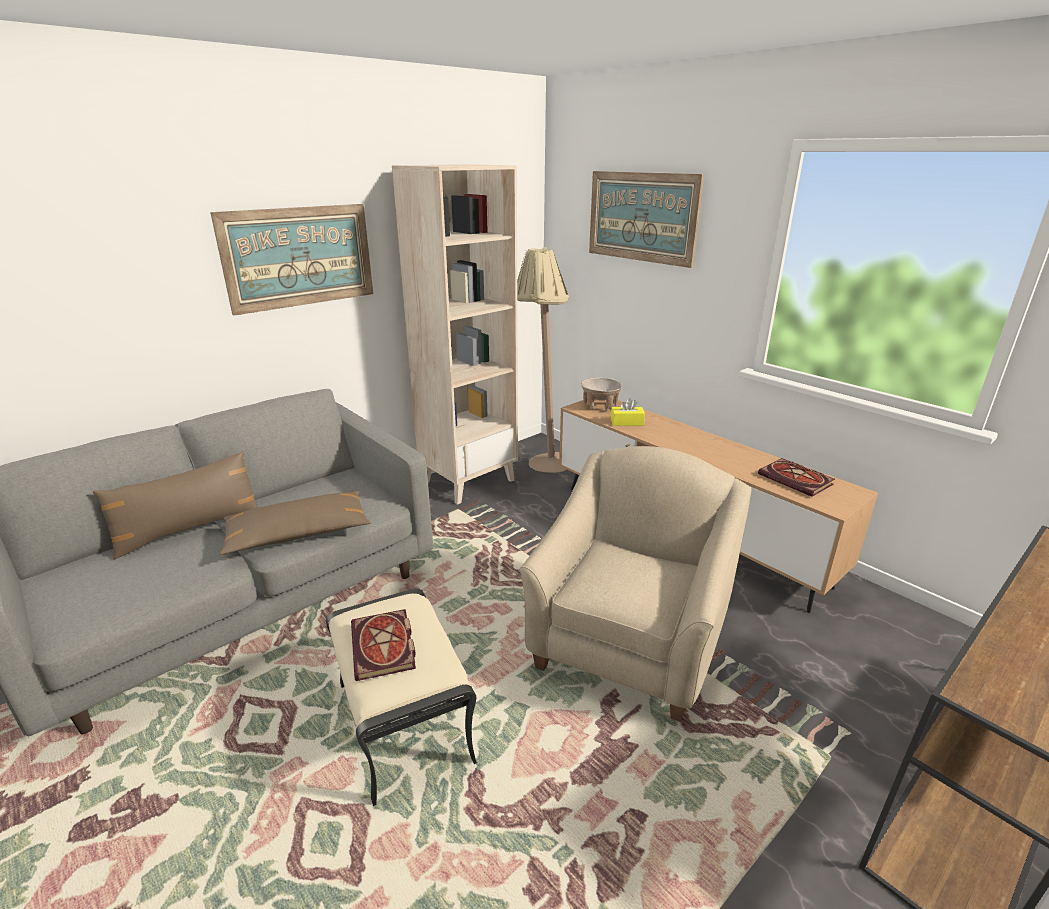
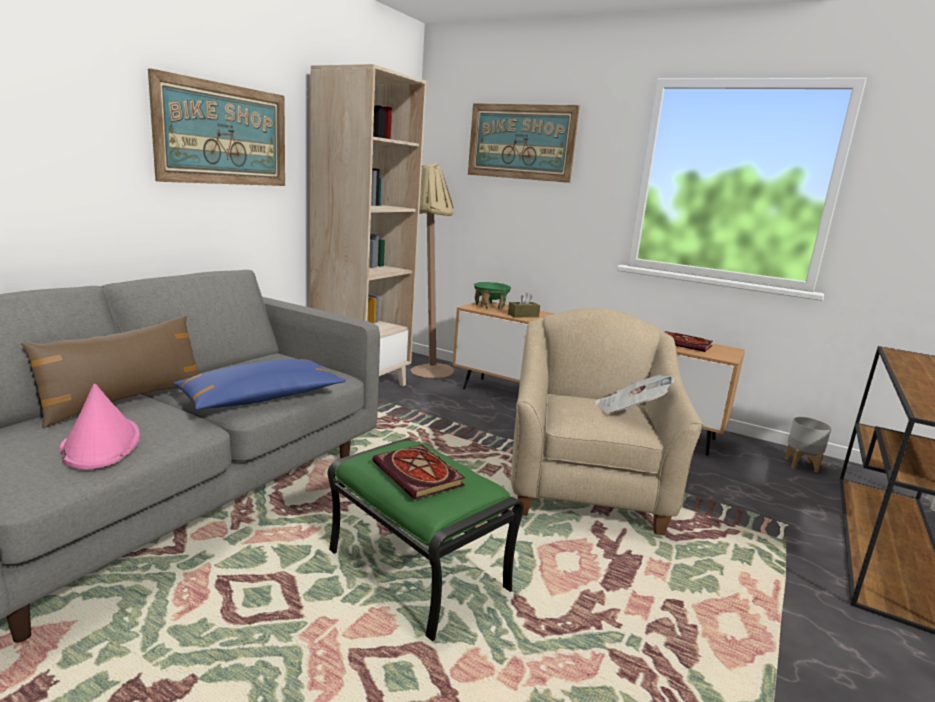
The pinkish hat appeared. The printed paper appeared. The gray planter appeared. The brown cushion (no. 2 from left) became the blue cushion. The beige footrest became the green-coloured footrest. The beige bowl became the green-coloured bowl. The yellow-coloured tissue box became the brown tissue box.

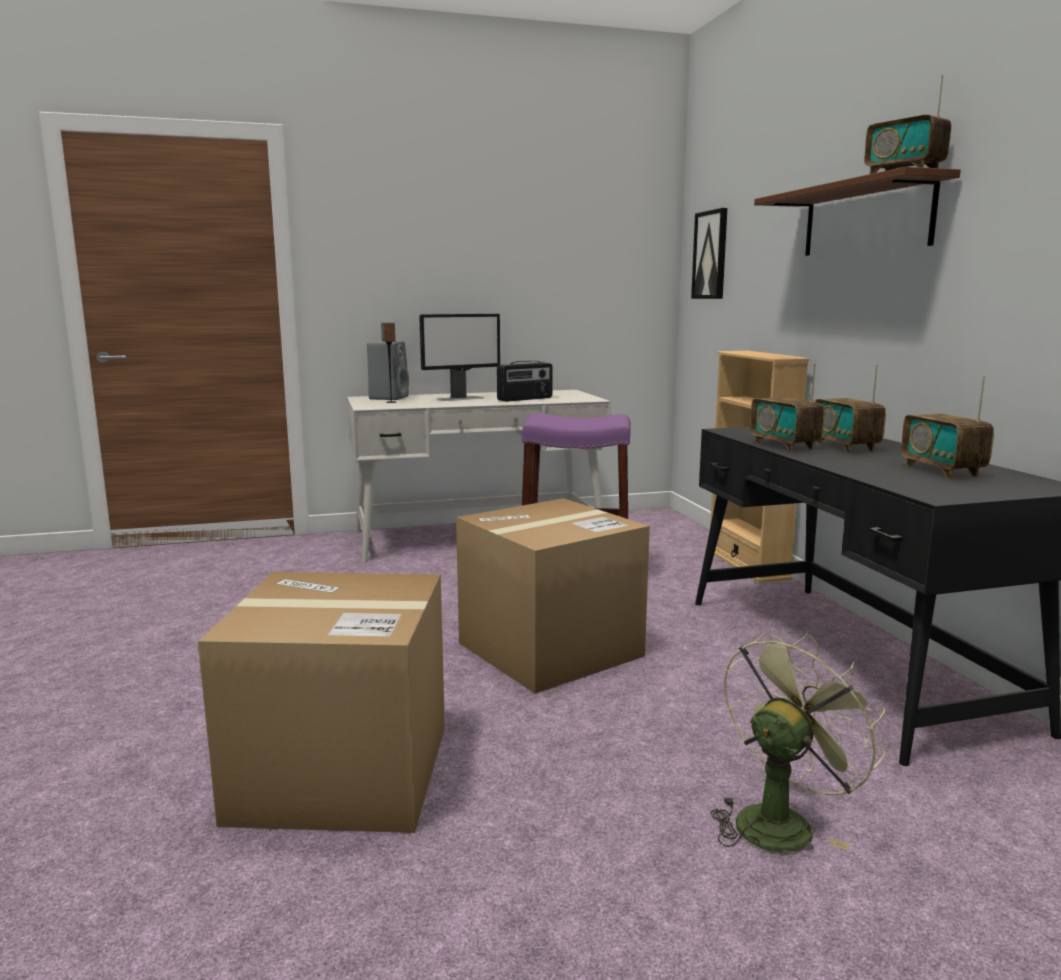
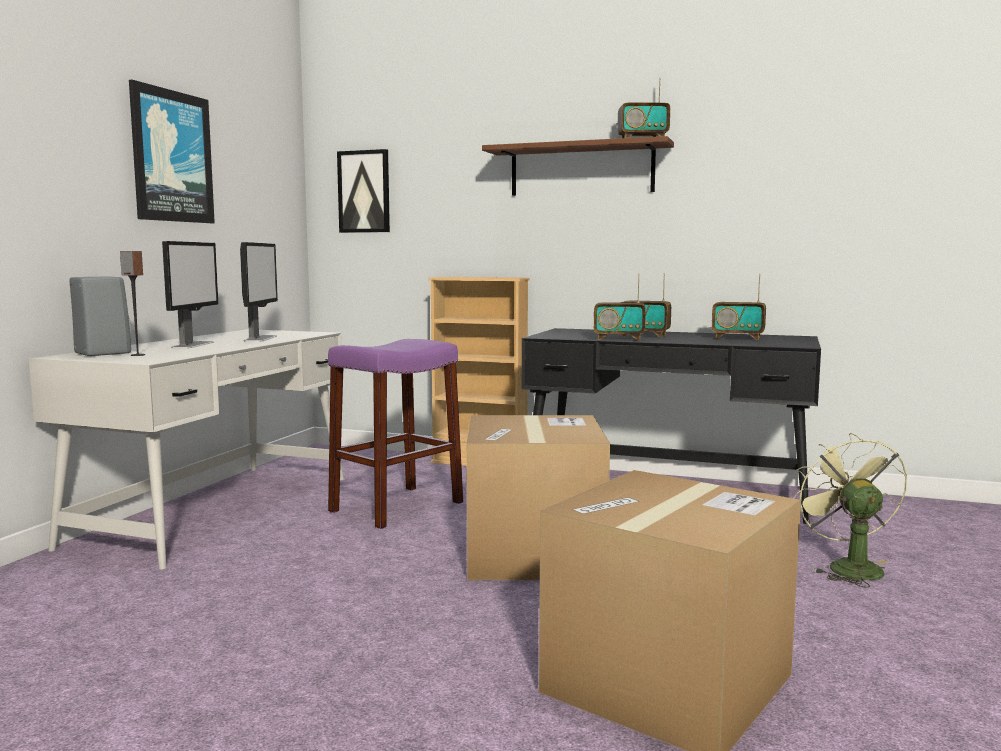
The picture (no. 1 from left) appeared. The radio receiver (no. 1 from left) was replaced by the computer screen (no. 2 from left).

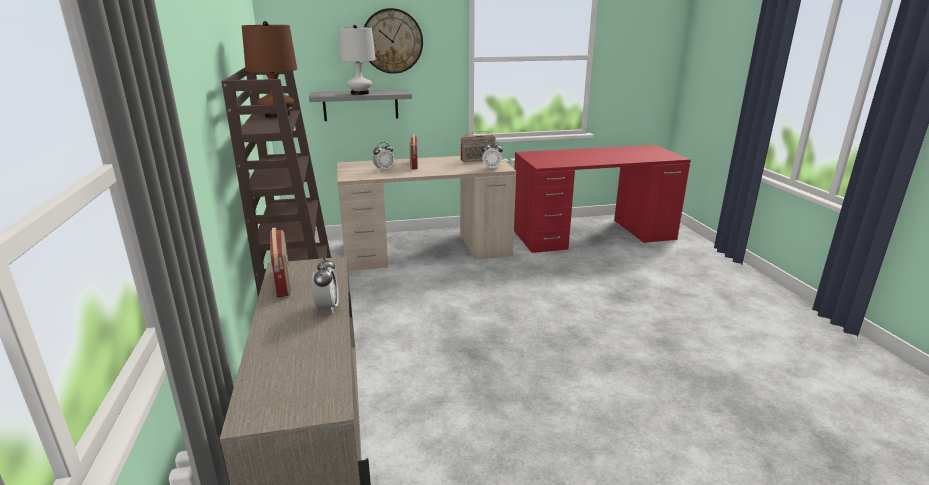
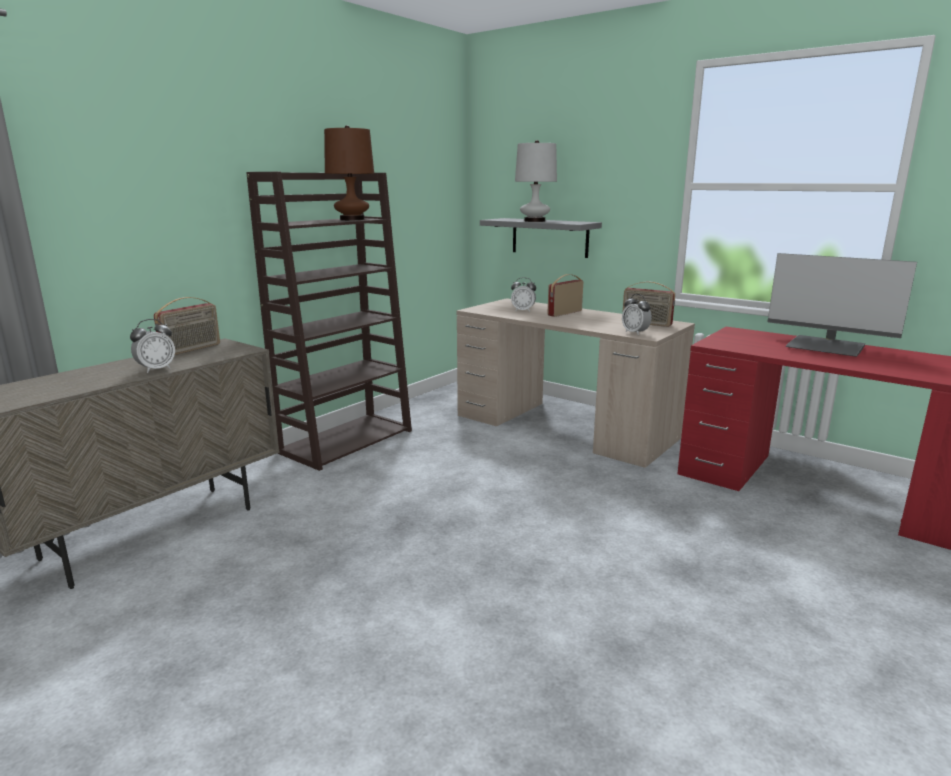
The clock on the wall disappeared. The computer screen appeared.

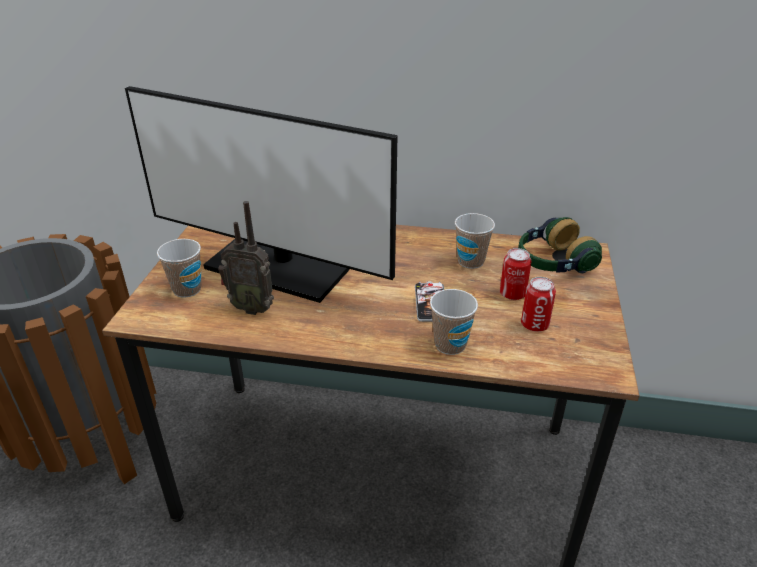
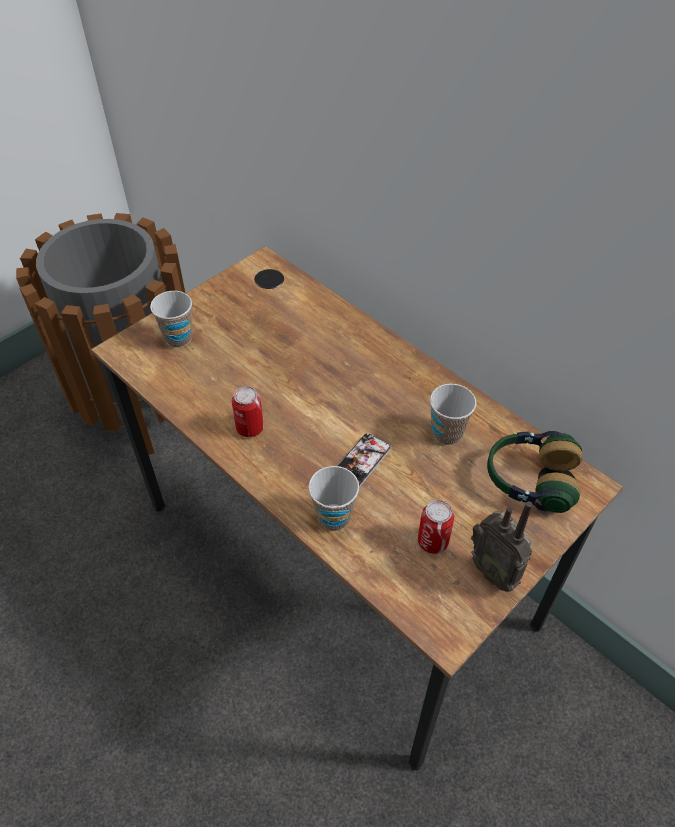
The computer screen disappeared. The radio receiver moved. The can (no. 1 from left) moved.

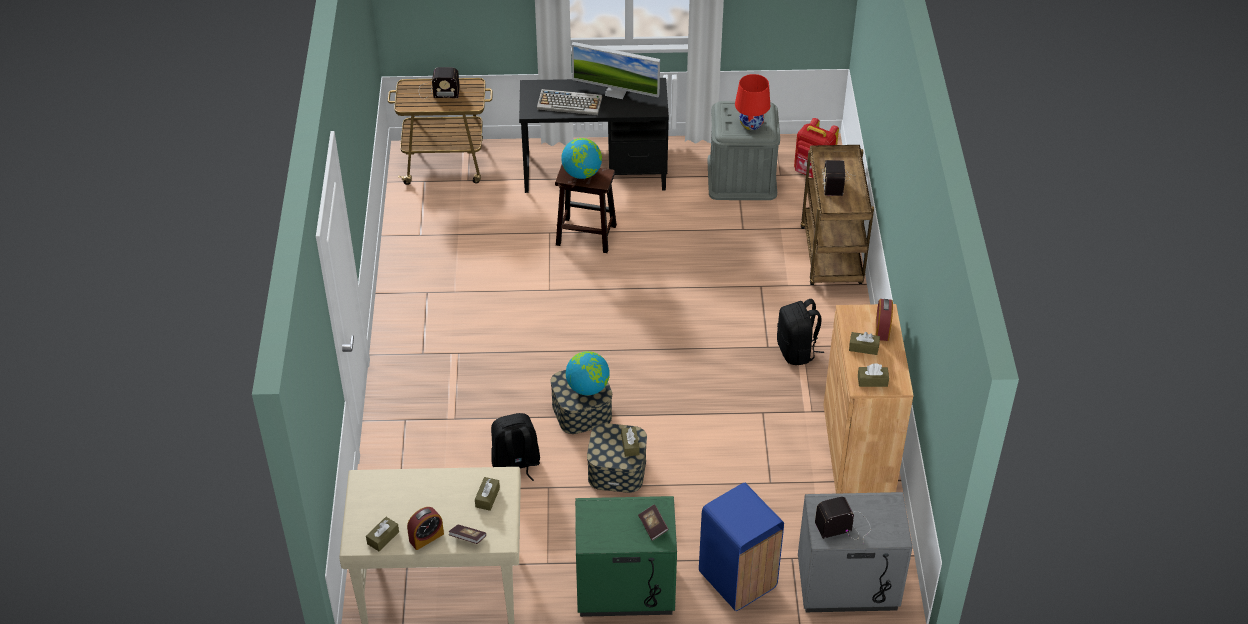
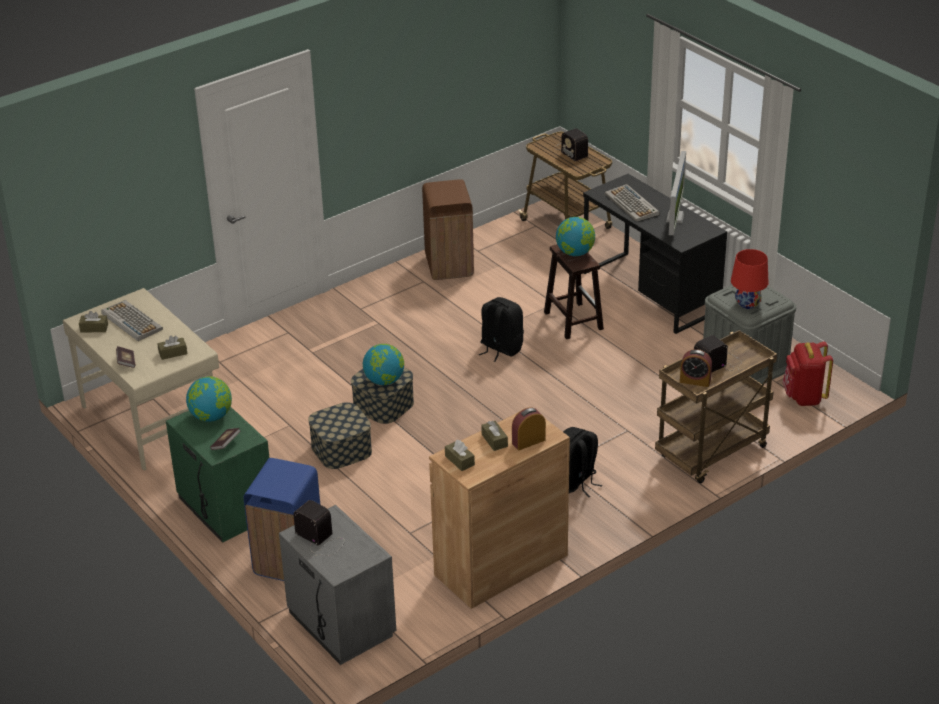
The brown tissue box (no. 3 from left) disappeared. The PC keyboard (no. 1 from left) appeared. The desk globe (no. 1 from left) appeared. The brown waste bin appeared. The alarm clock (no. 1 from left in the first image) moved. The black-coloured rucksack (no. 1 from left) moved. The computer screen turned 150 degrees counterclockwise.

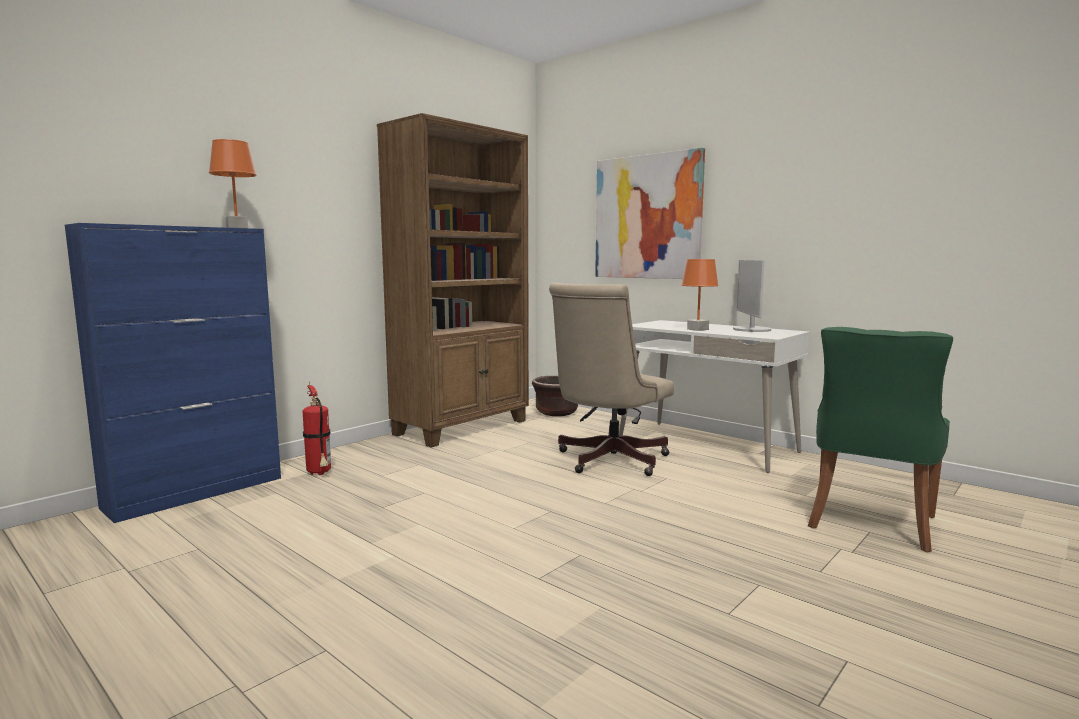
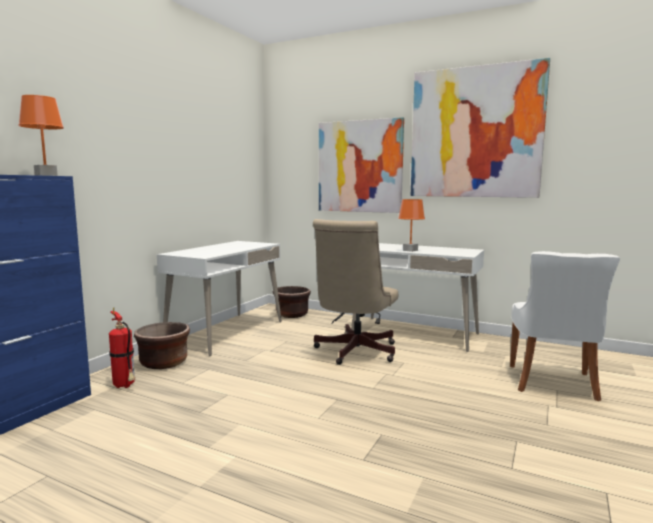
The computer screen disappeared. The brown planter (no. 1 from left) appeared. The picture (no. 2 from left) appeared. The brown bookcase was replaced by the whitish desk unit (no. 1 from left). The green-coloured plain chair became the whitish plain chair.

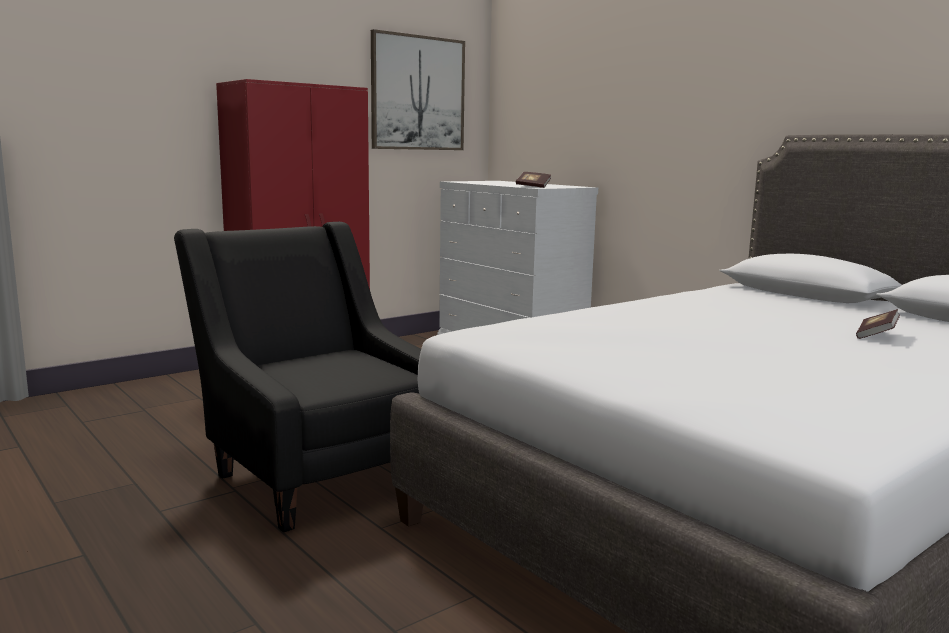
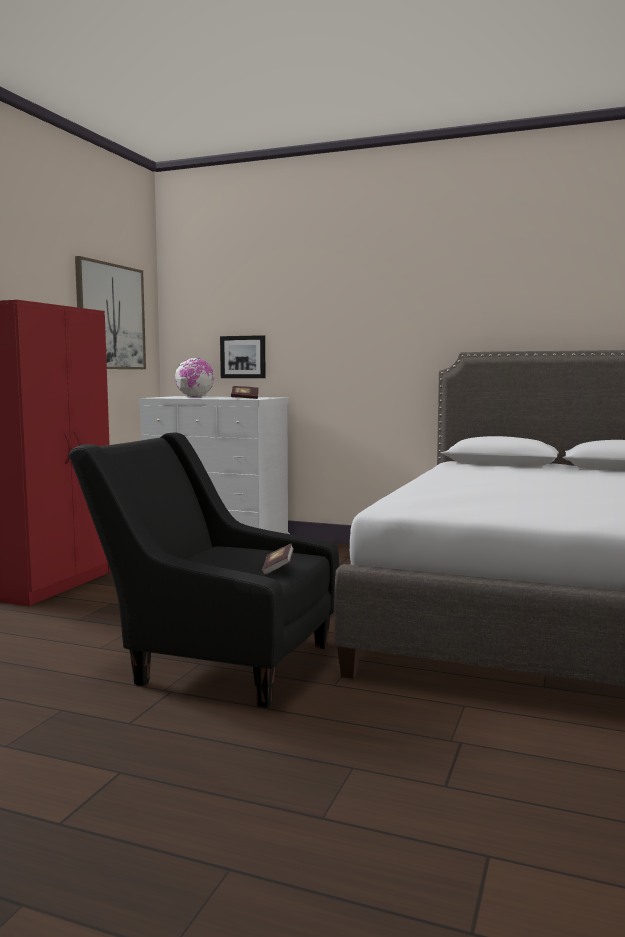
The desk globe appeared. The picture (no. 2 from left) appeared. The book (no. 2 from left) moved.

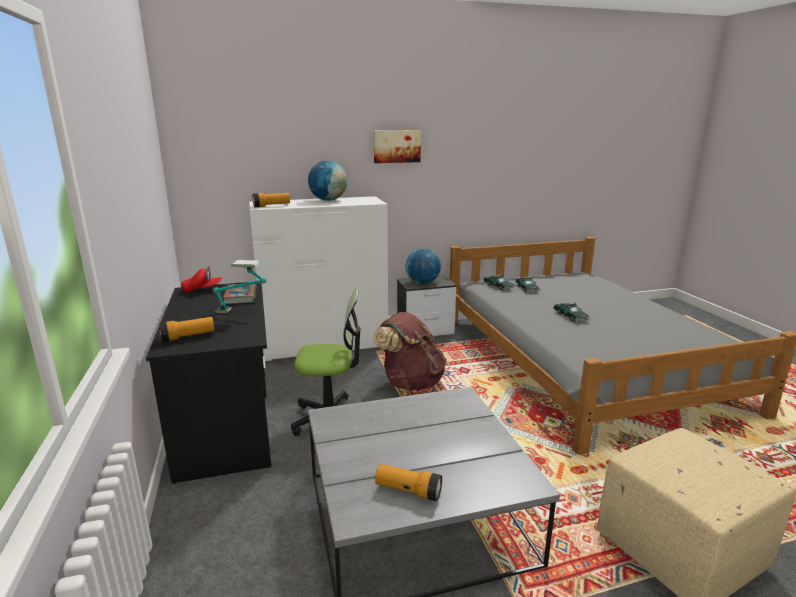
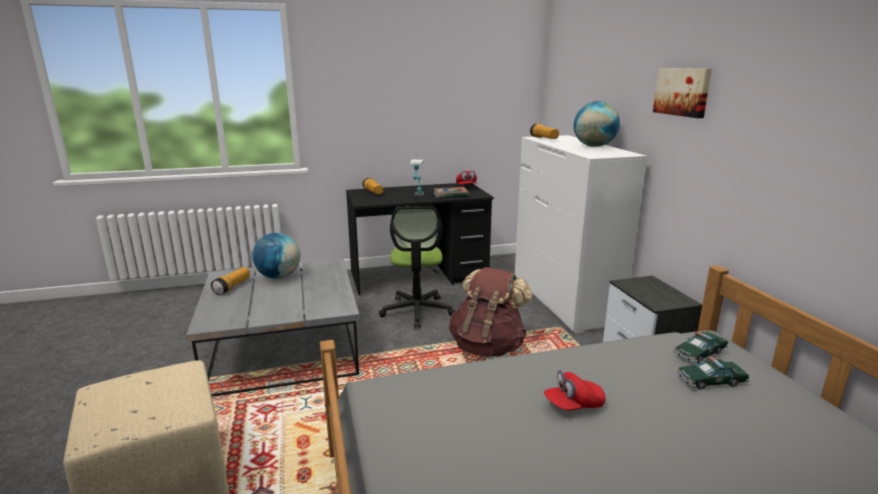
The desk globe (no. 2 from left in the first image) moved. The miniature car (no. 3 from left) was replaced by the red-coloured cap (no. 2 from left).

